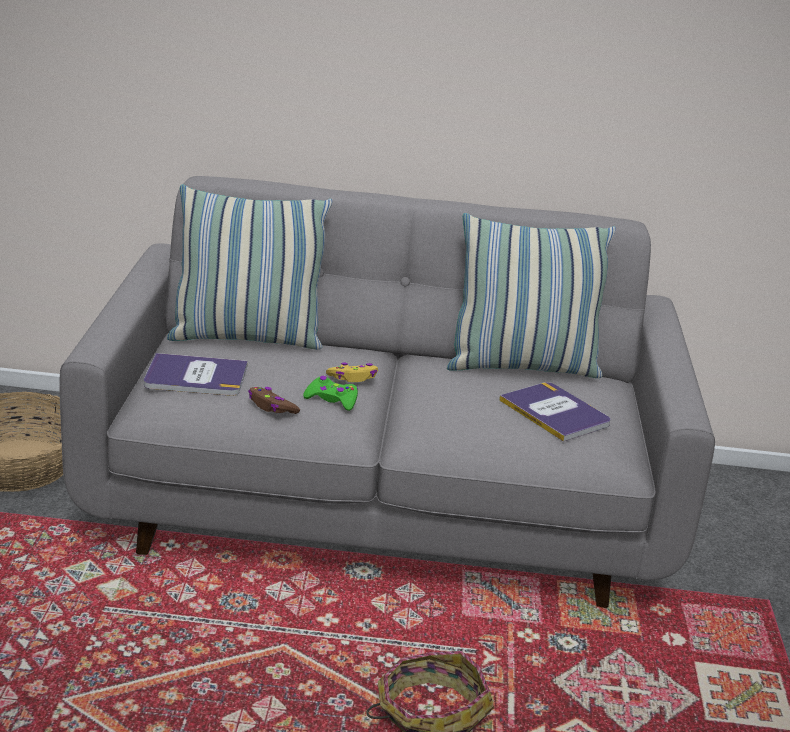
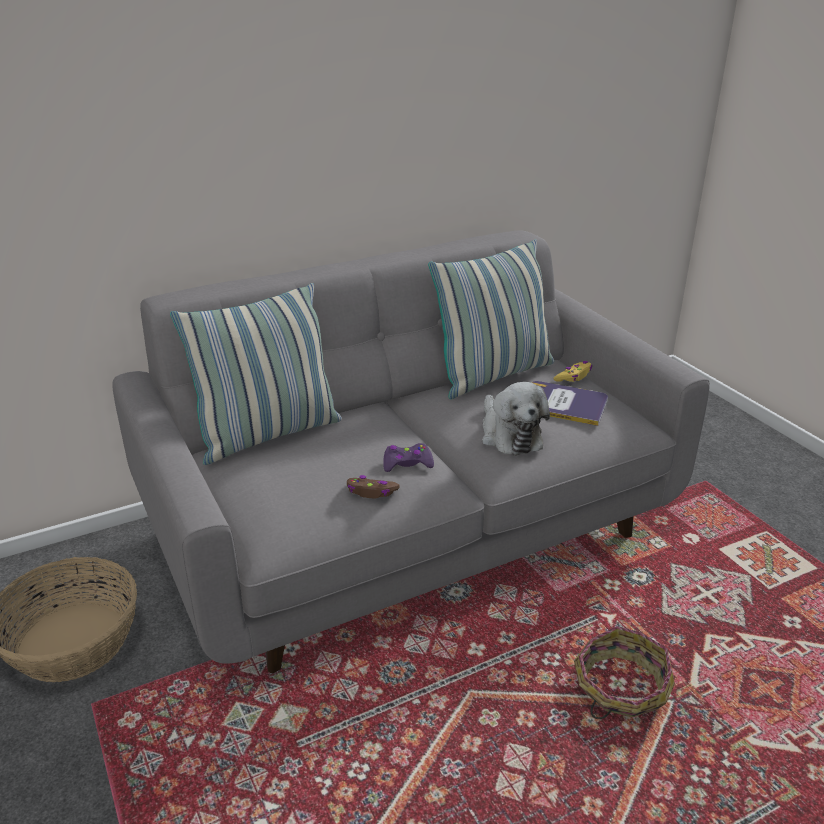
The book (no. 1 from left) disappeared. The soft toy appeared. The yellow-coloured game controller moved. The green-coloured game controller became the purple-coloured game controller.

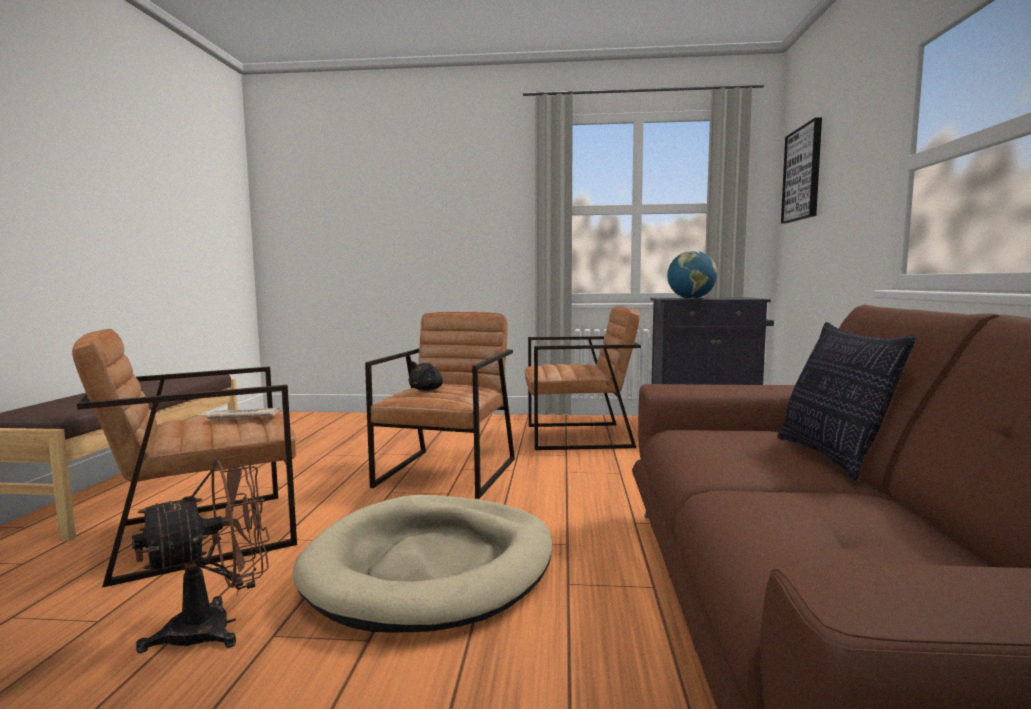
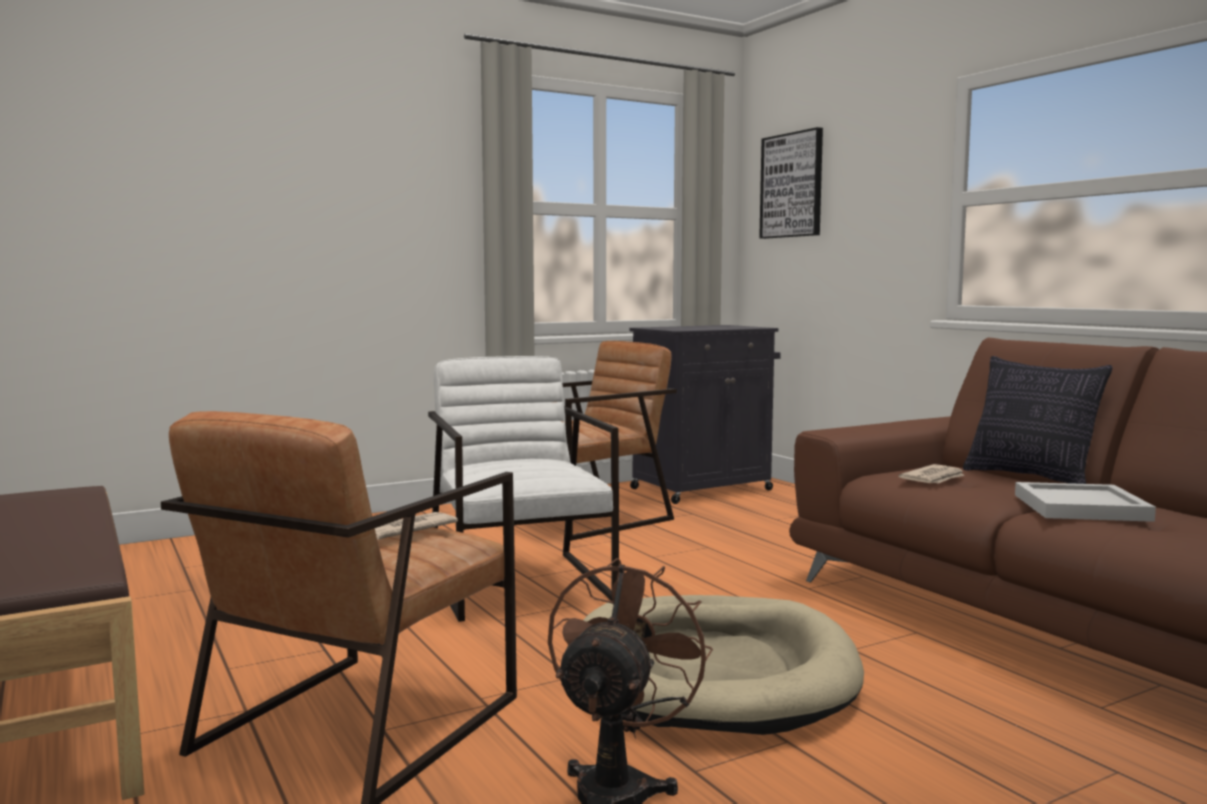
The black-coloured soft toy disappeared. The desk globe disappeared. The printed paper (no. 2 from left) appeared. The whitish tray appeared. The brown armchair (no. 2 from left) became the whitish armchair.

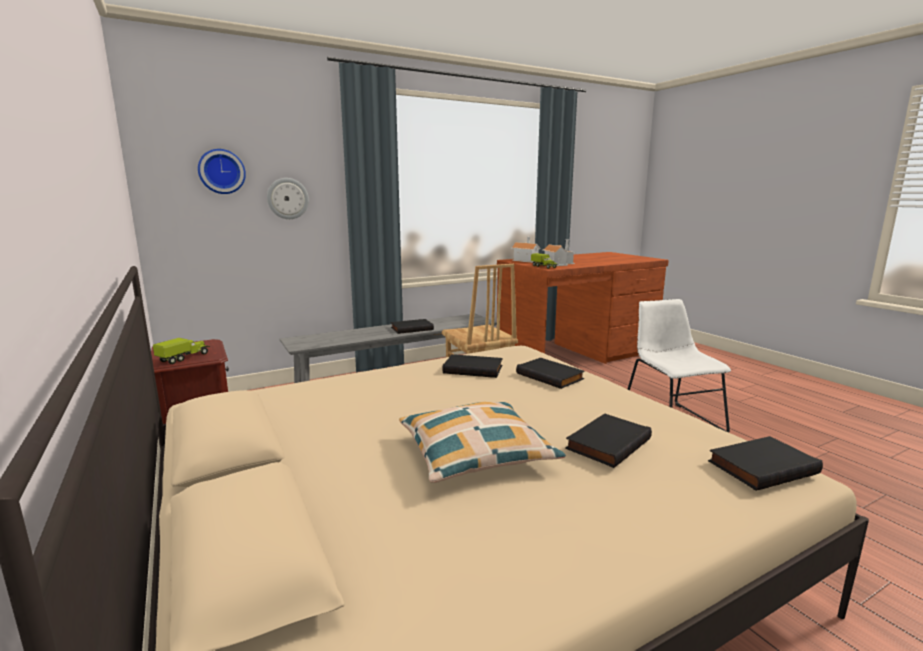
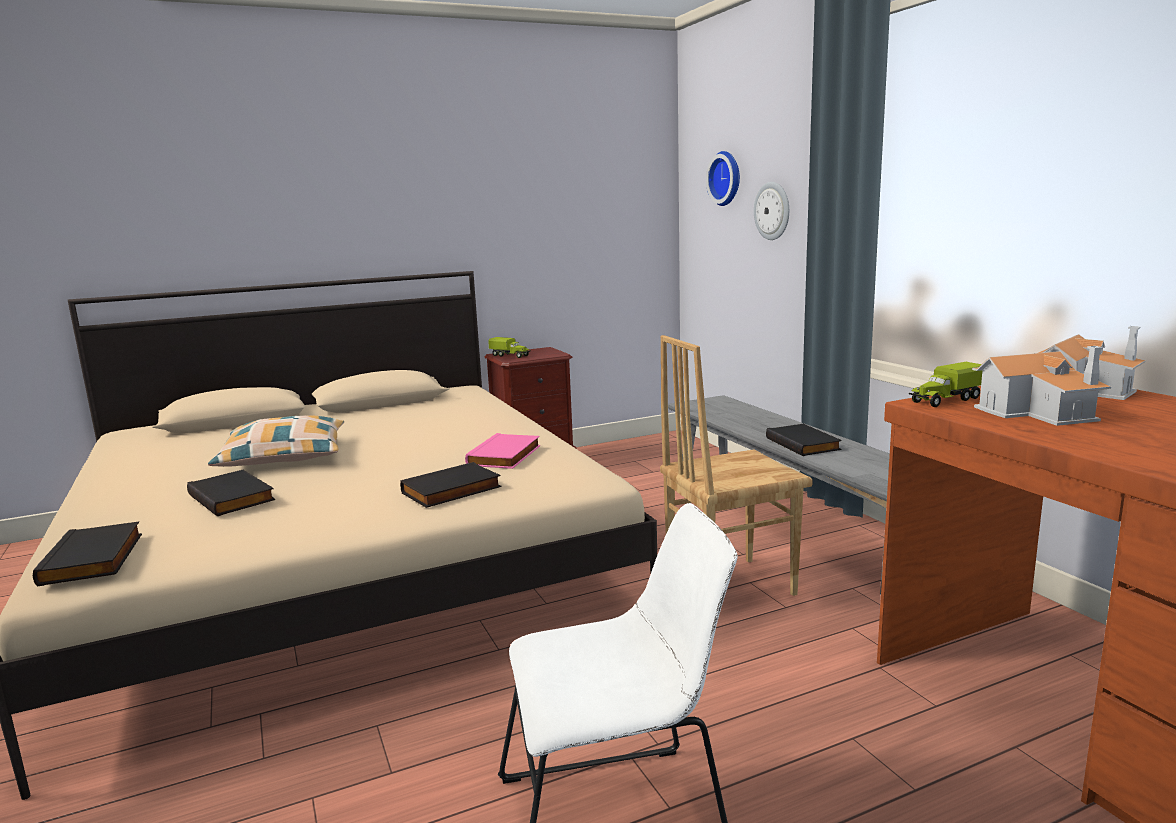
The black-coloured book (no. 2 from left) became the pinkish book.

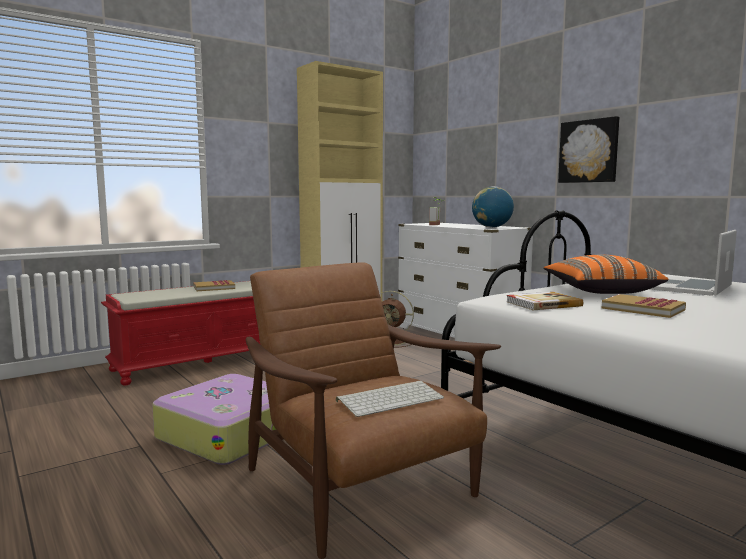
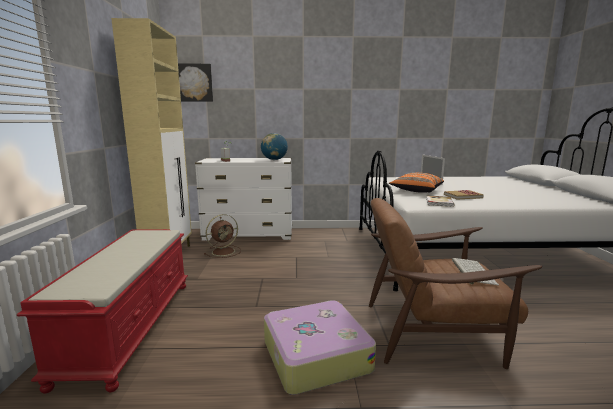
The book (no. 1 from left) disappeared. The picture moved.

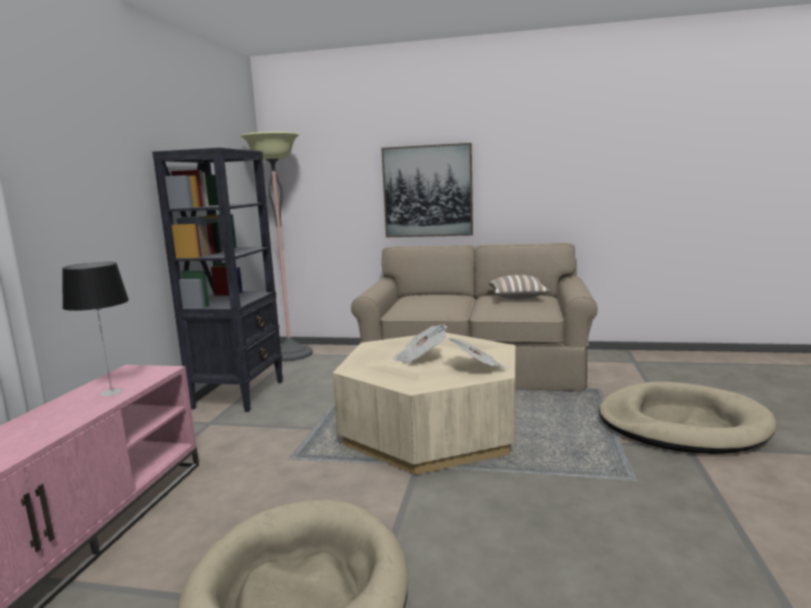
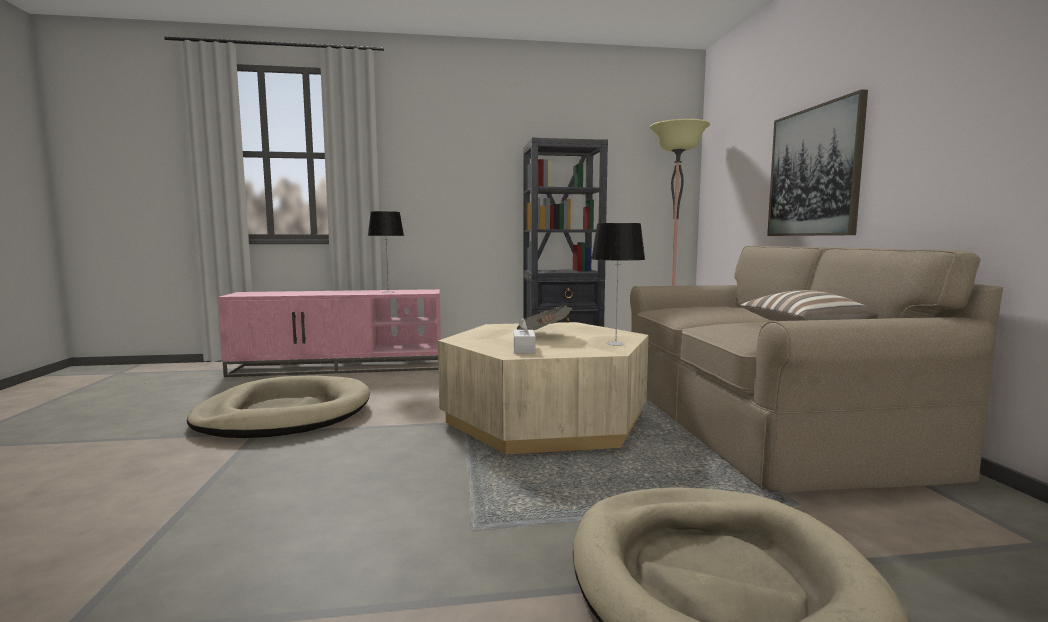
The table lamp (no. 2 from left) appeared. The printed paper (no. 2 from left) was replaced by the whitish tissue box.

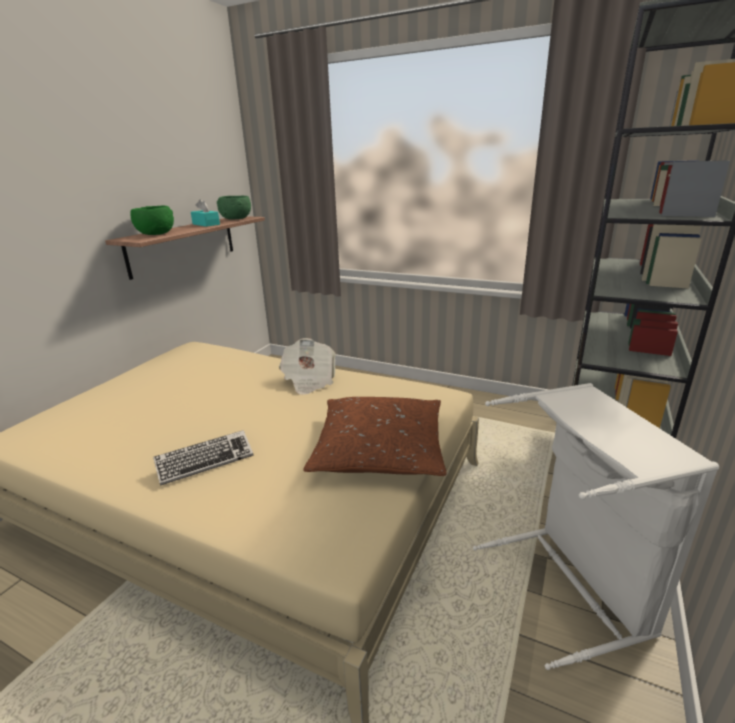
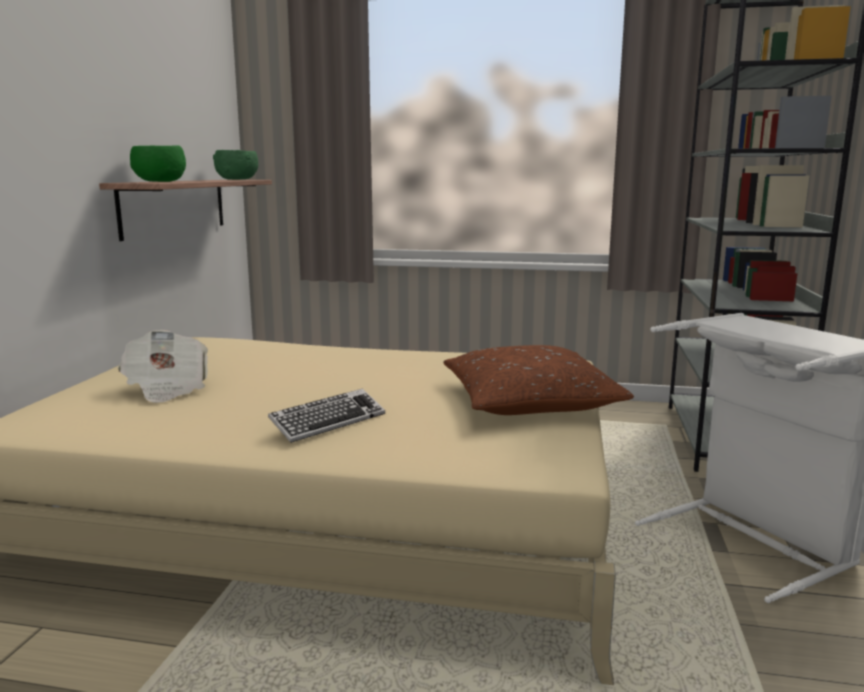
The turquoise-coloured tissue box disappeared. The printed paper moved.

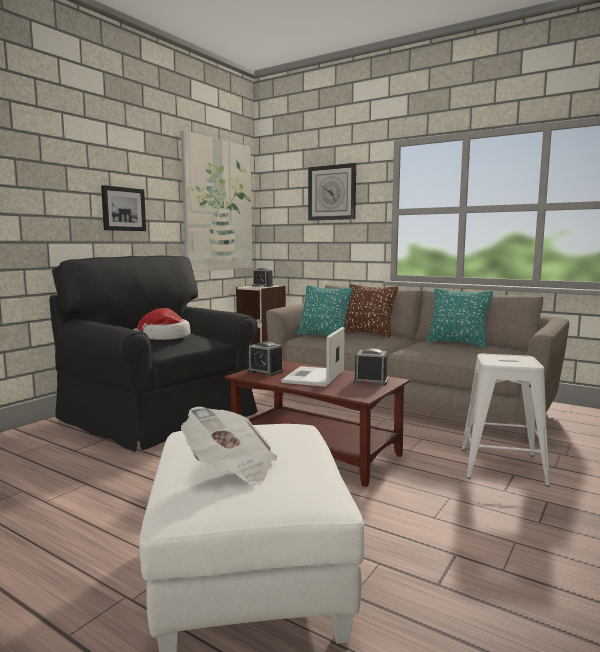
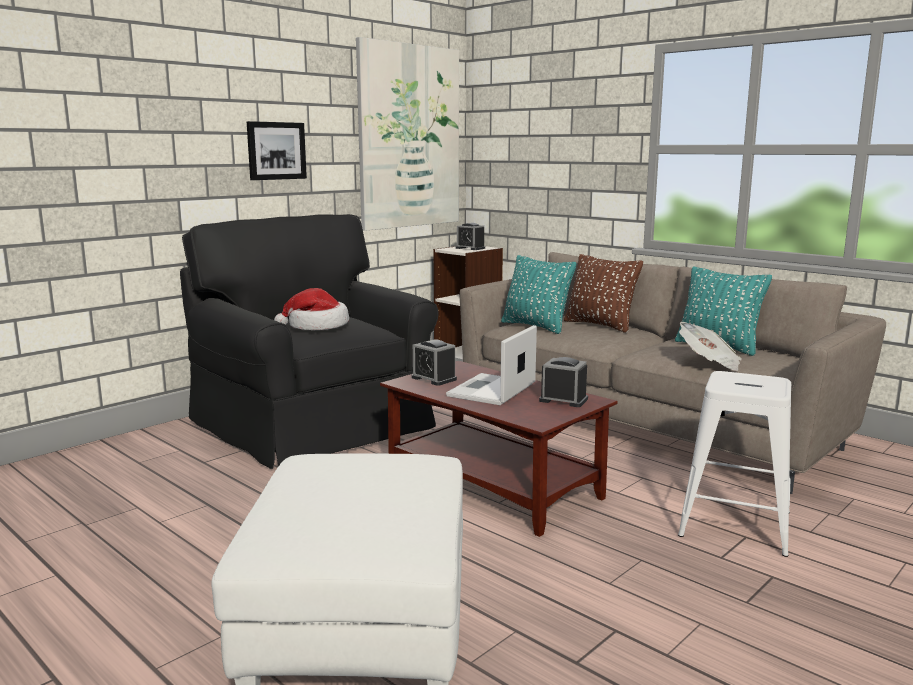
The clock on the wall disappeared. The printed paper moved.

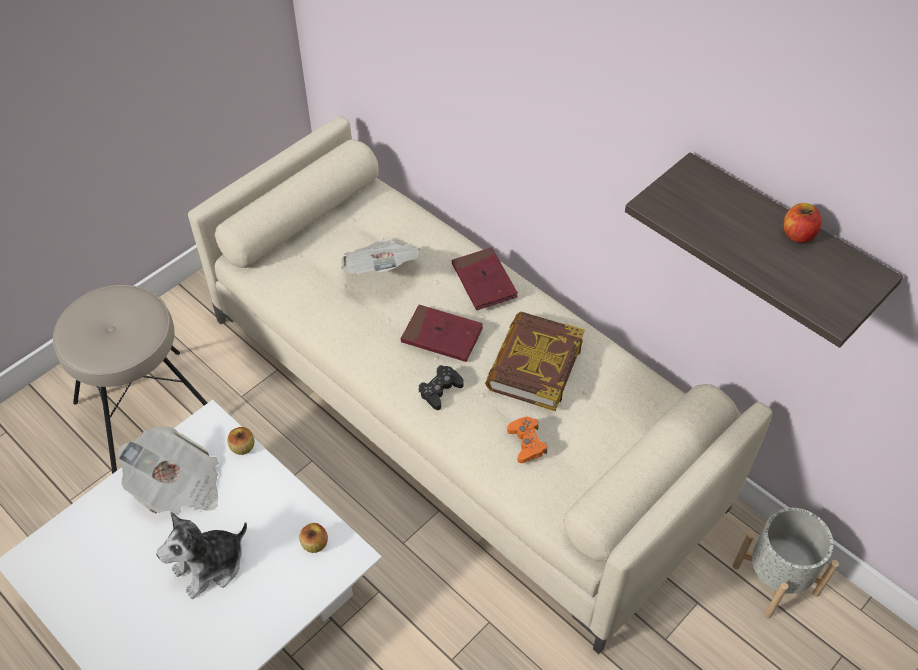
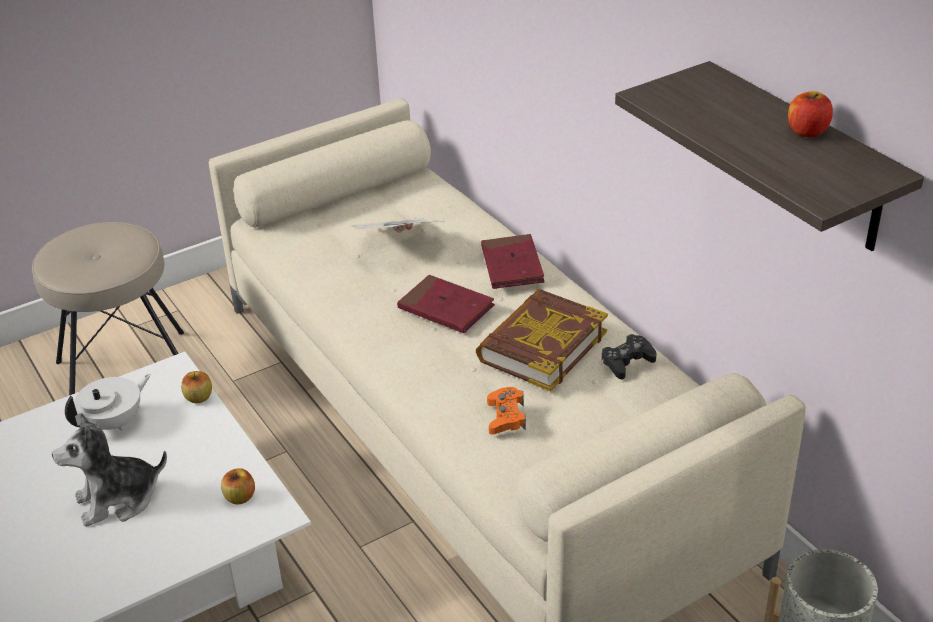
The black-coloured game controller moved. The printed paper (no. 1 from left) was replaced by the whitish tea pot.

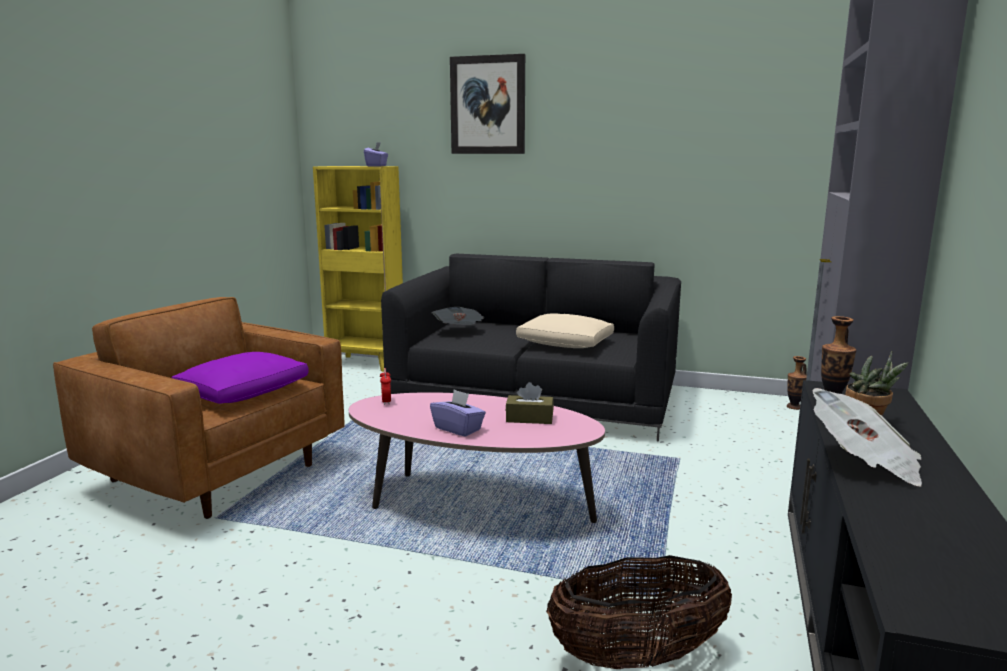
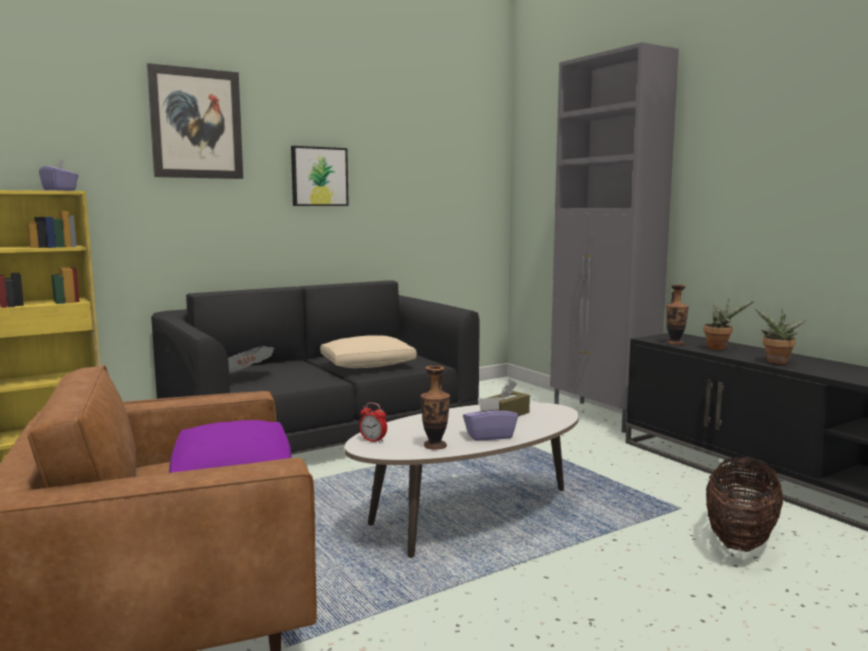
The picture (no. 2 from left) appeared. The decorative vase (no. 1 from left) moved. The printed paper (no. 2 from left) was replaced by the plant in a pot (no. 2 from left). The pinkish coffee table became the whitish coffee table.

